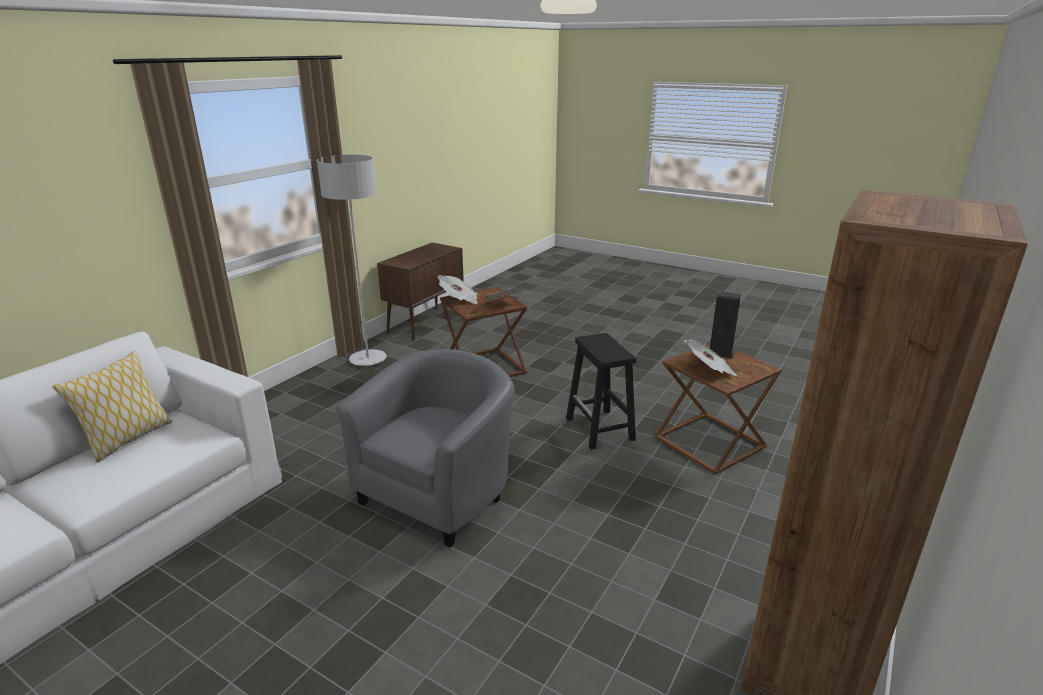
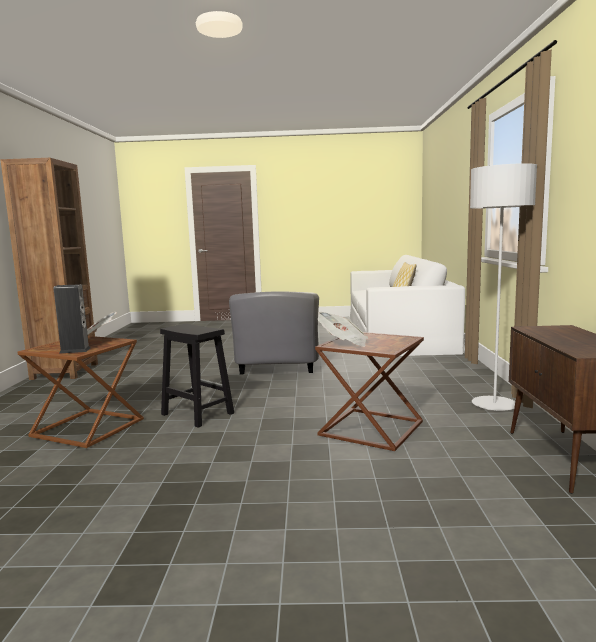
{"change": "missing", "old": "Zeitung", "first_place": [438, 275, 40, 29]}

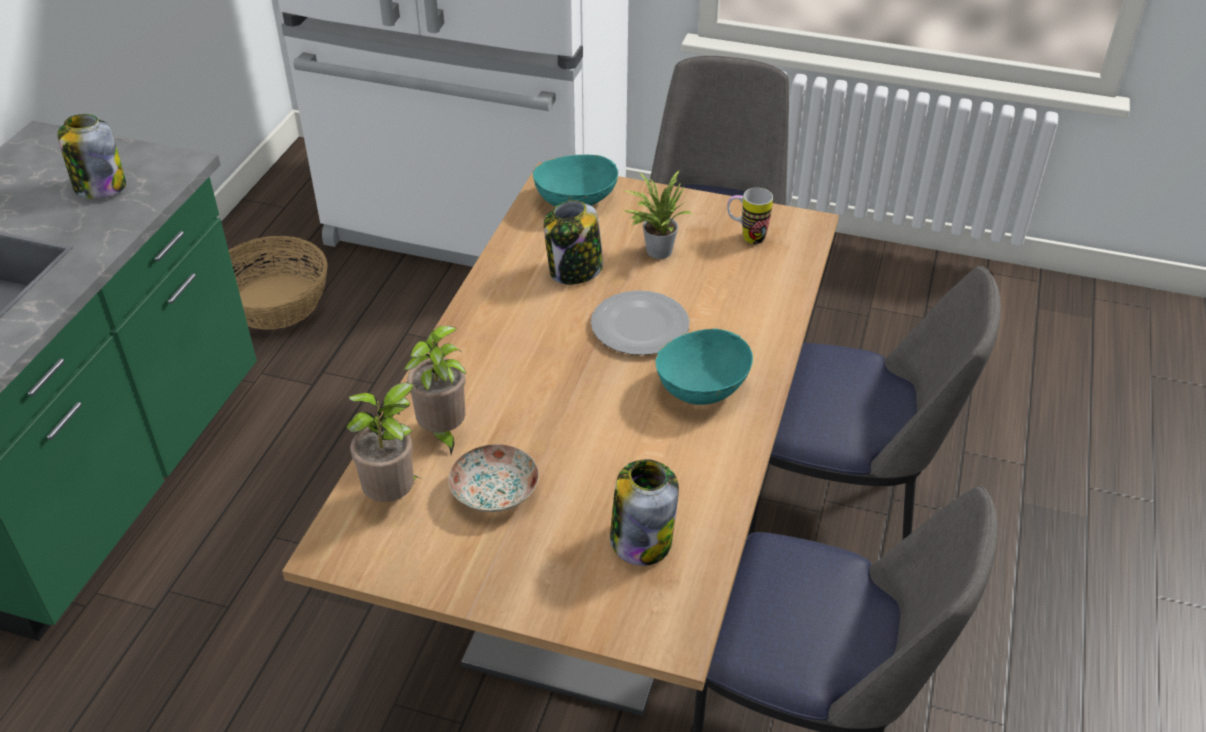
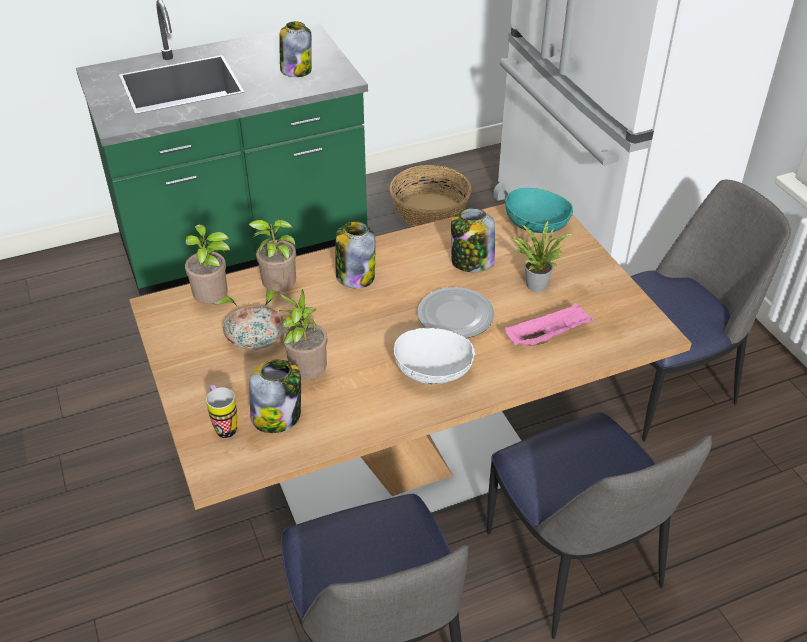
{"change": "relocated", "old": "Henkelbecher", "first_place": [727, 188, 46, 56], "second_place": [206, 385, 31, 53]}
{"change": "appeared", "new": "Topfpflanze", "second_place": [279, 289, 48, 91]}
{"change": "appeared", "new": "Vorratsglas", "second_place": [336, 221, 40, 67]}
{"change": "colour", "old": "Schüssel/türkis", "new": "Schüssel/weiß", "first_place": [655, 328, 98, 77], "second_place": [394, 327, 81, 57]}
{"change": "appeared", "new": "Tablett/rosa", "second_place": [505, 303, 90, 43]}

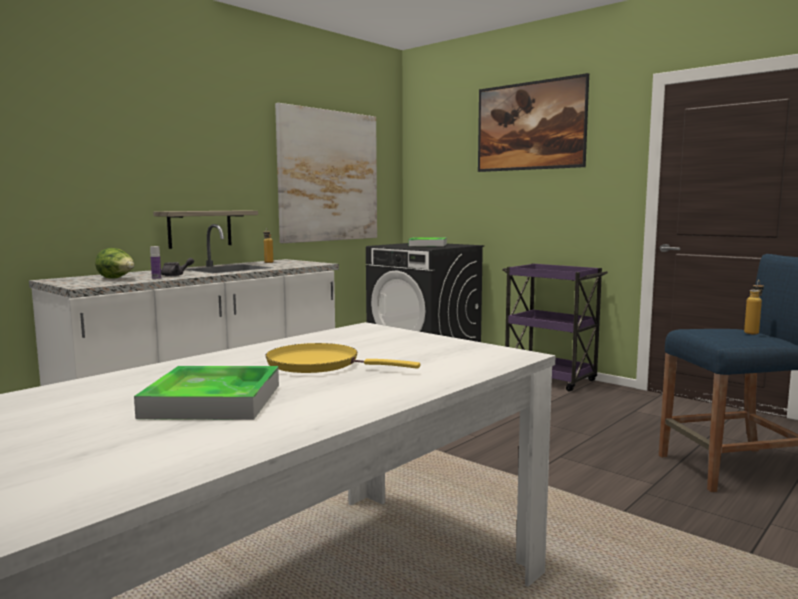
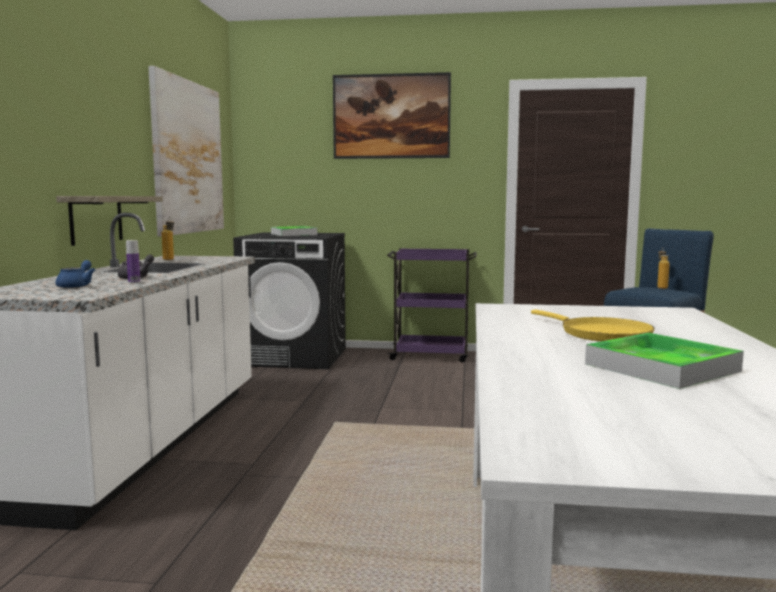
{"change": "exchanged", "old": "Salatkopf", "new": "Teekanne/blau", "first_place": [95, 248, 39, 31], "second_place": [55, 260, 40, 28]}
{"change": "spun", "old": "Pfanne/gelb", "first_place": [265, 343, 155, 30], "second_place": [531, 310, 124, 31], "degrees": -105}

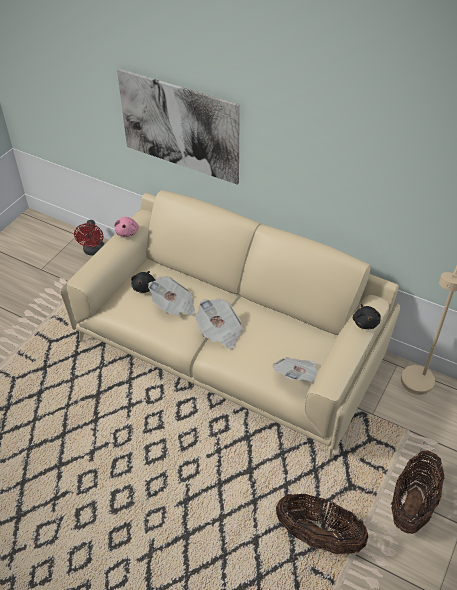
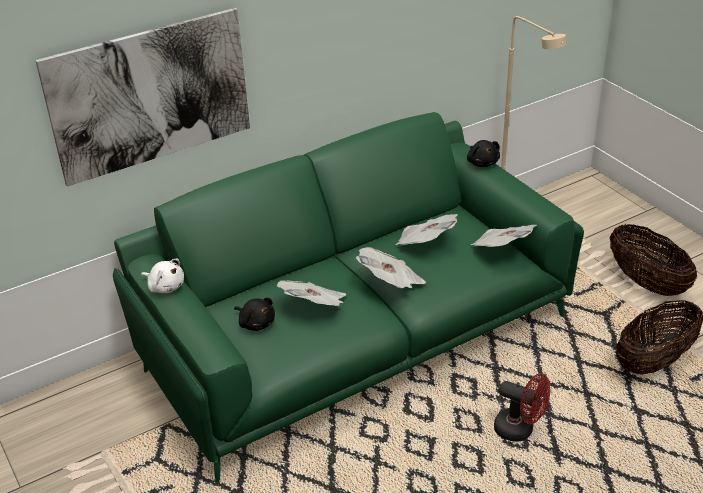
{"change": "colour", "old": "Sofa/beige", "new": "Sofa/grün", "first_place": [60, 190, 340, 270], "second_place": [113, 112, 471, 370]}
{"change": "colour", "old": "Plüschtier/rosa", "new": "Plüschtier/weiß", "first_place": [114, 217, 25, 20], "second_place": [141, 259, 43, 34]}
{"change": "appeared", "new": "Zeitung", "second_place": [396, 214, 62, 31]}
{"change": "spun", "old": "Plüschtier/schwarz", "first_place": [353, 304, 28, 25], "second_place": [467, 140, 33, 27], "degrees": 45}
{"change": "relocated", "old": "Ventilator/rot", "first_place": [74, 220, 30, 36], "second_place": [494, 373, 57, 69]}

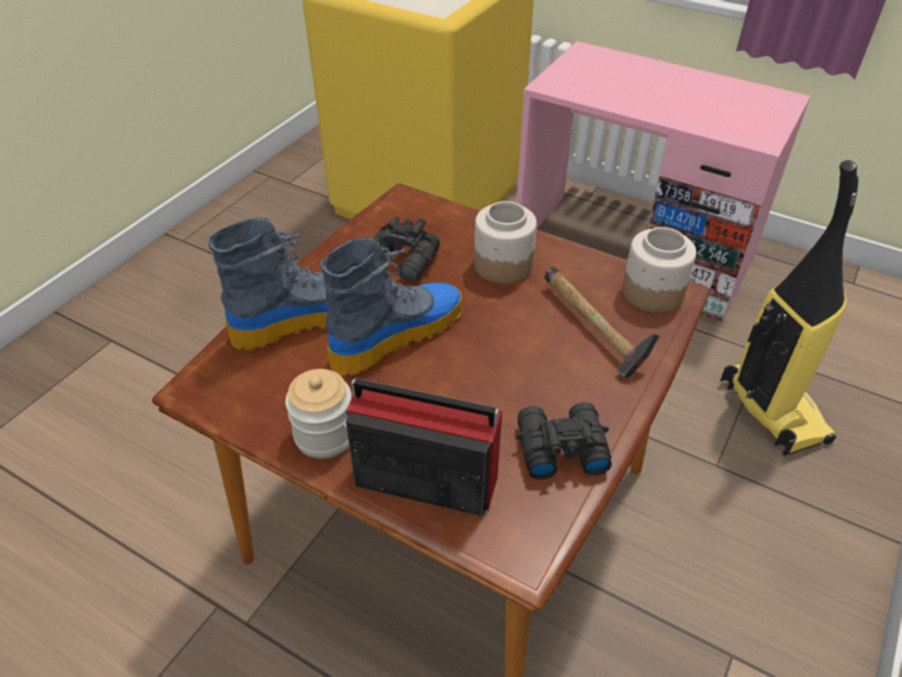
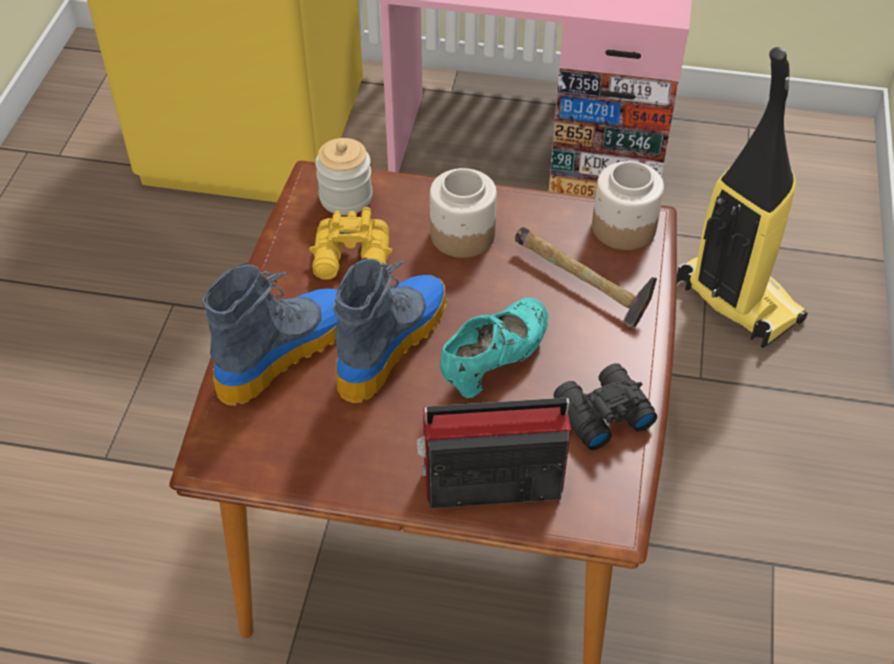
{"change": "colour", "old": "Fernglas/schwarz", "new": "Fernglas/gelb", "first_place": [373, 216, 67, 66], "second_place": [309, 207, 83, 73]}
{"change": "relocated", "old": "Vorratsglas", "first_place": [285, 369, 67, 90], "second_place": [315, 138, 58, 77]}
{"change": "appeared", "new": "Schuh/türkis", "second_place": [440, 298, 109, 100]}

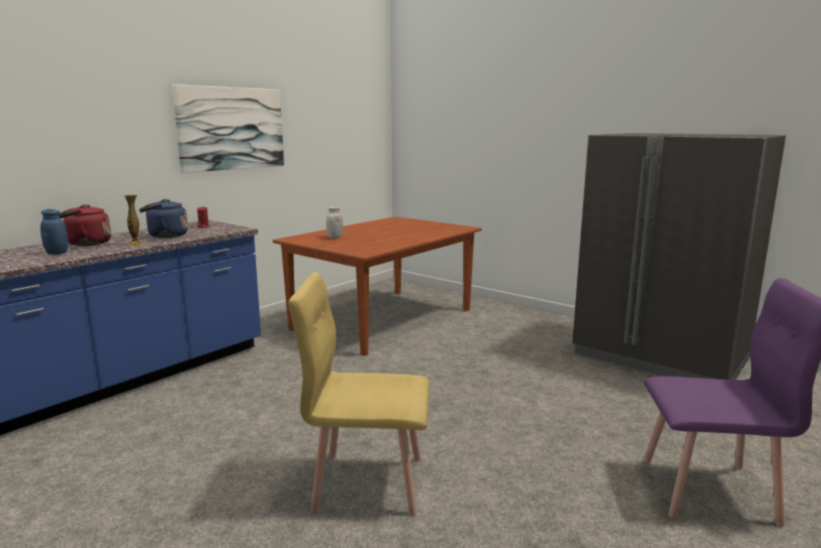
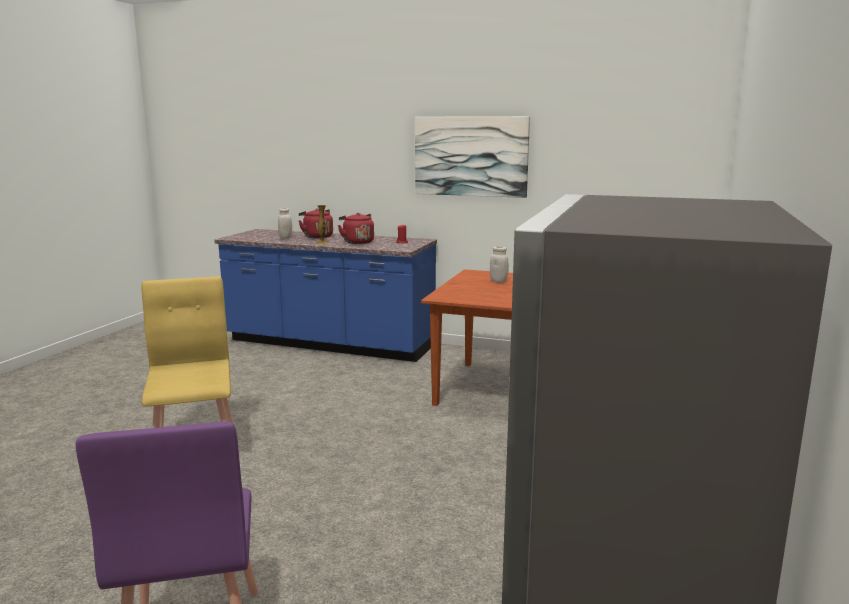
{"change": "colour", "old": "Vorratsglas/blau", "new": "Vorratsglas/weiß", "first_place": [40, 209, 28, 46], "second_place": [278, 208, 14, 31]}
{"change": "colour", "old": "Wasserkessel/blau", "new": "Wasserkessel/rot", "first_place": [139, 199, 49, 39], "second_place": [338, 213, 36, 31]}

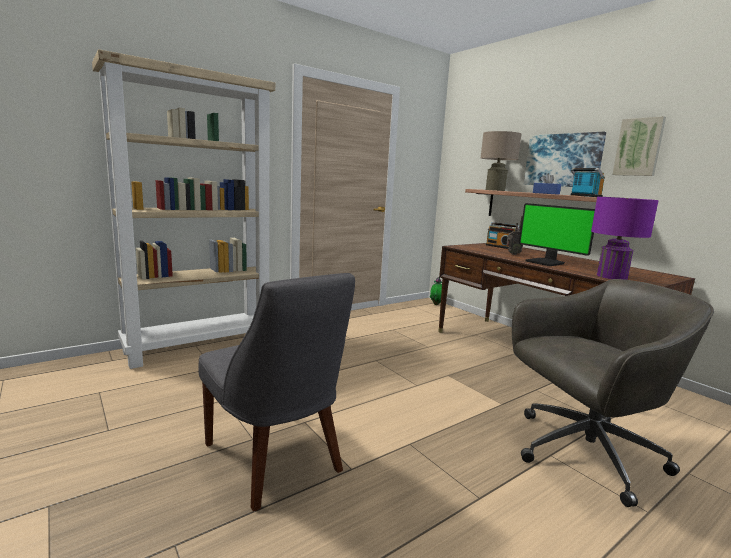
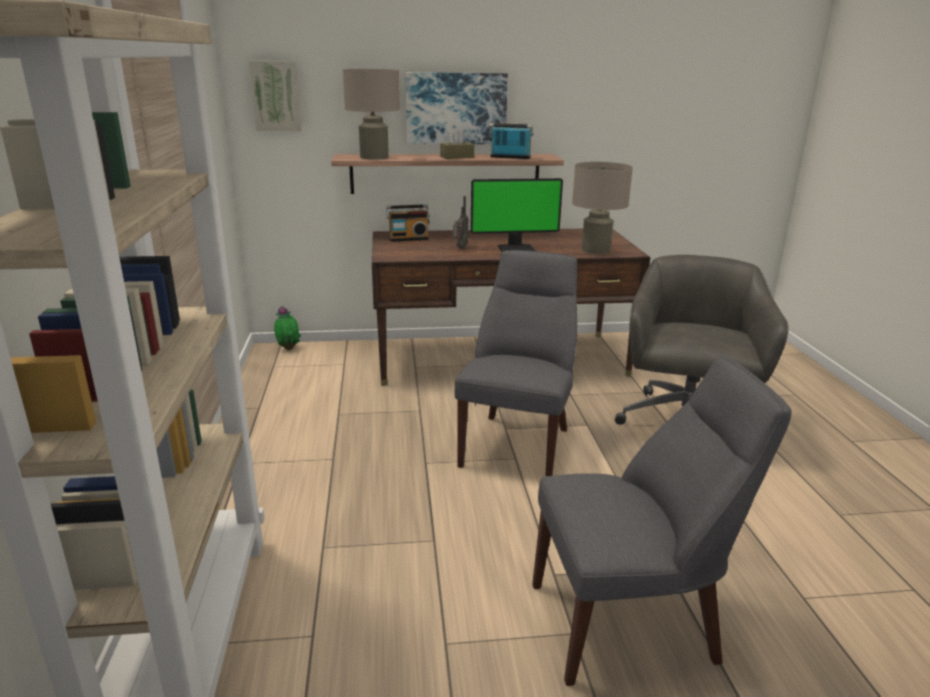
{"change": "relocated", "old": "Bild", "first_place": [612, 116, 54, 60], "second_place": [249, 61, 53, 70]}
{"change": "colour", "old": "Taschentuchbox/blau", "new": "Taschentuchbox/braun", "first_place": [533, 173, 28, 21], "second_place": [440, 130, 34, 29]}
{"change": "appeared", "new": "Stuhl/grau", "second_place": [455, 250, 122, 226]}
{"change": "colour", "old": "Tischlampe/lila", "new": "Tischlampe/beige", "first_place": [591, 197, 68, 83], "second_place": [572, 162, 61, 92]}

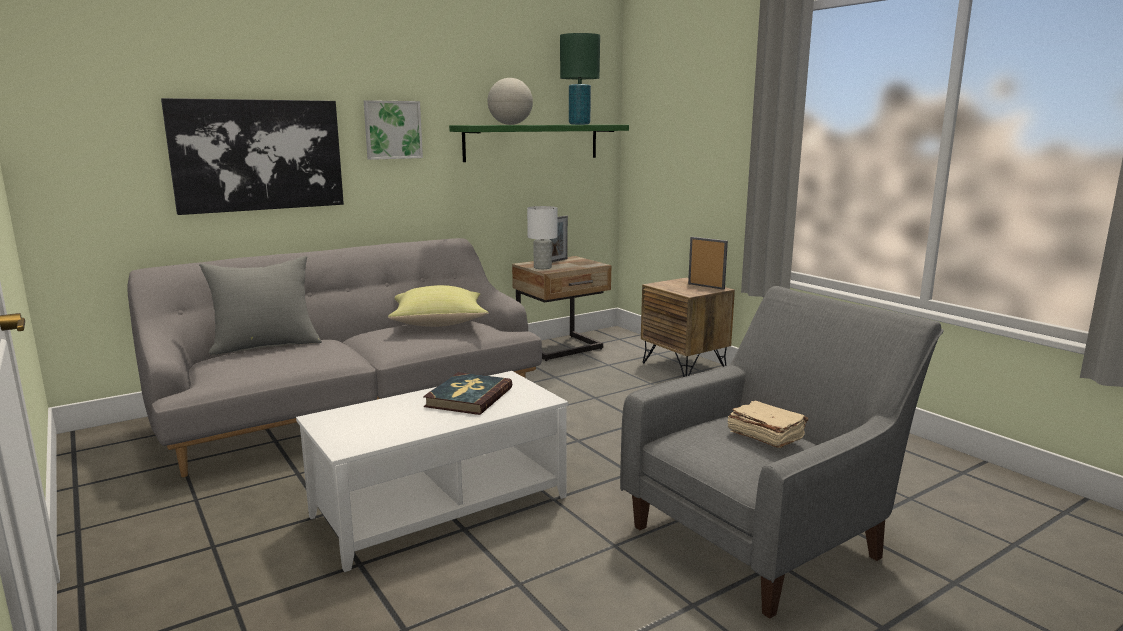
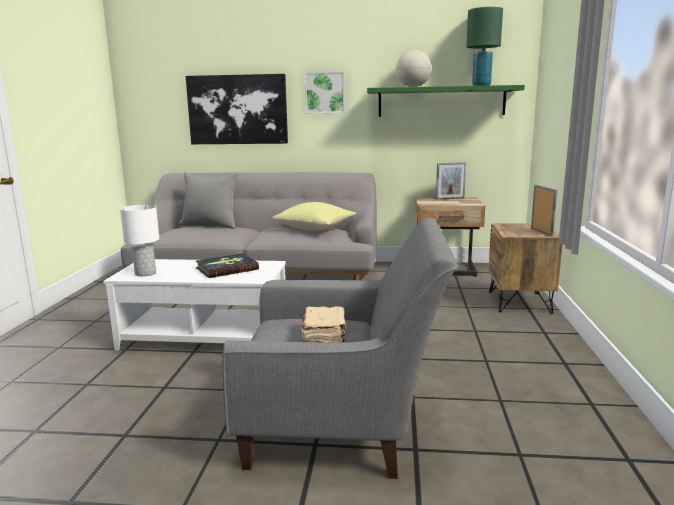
{"change": "relocated", "old": "Tischlampe/weiß", "first_place": [527, 206, 31, 63], "second_place": [120, 205, 40, 71]}

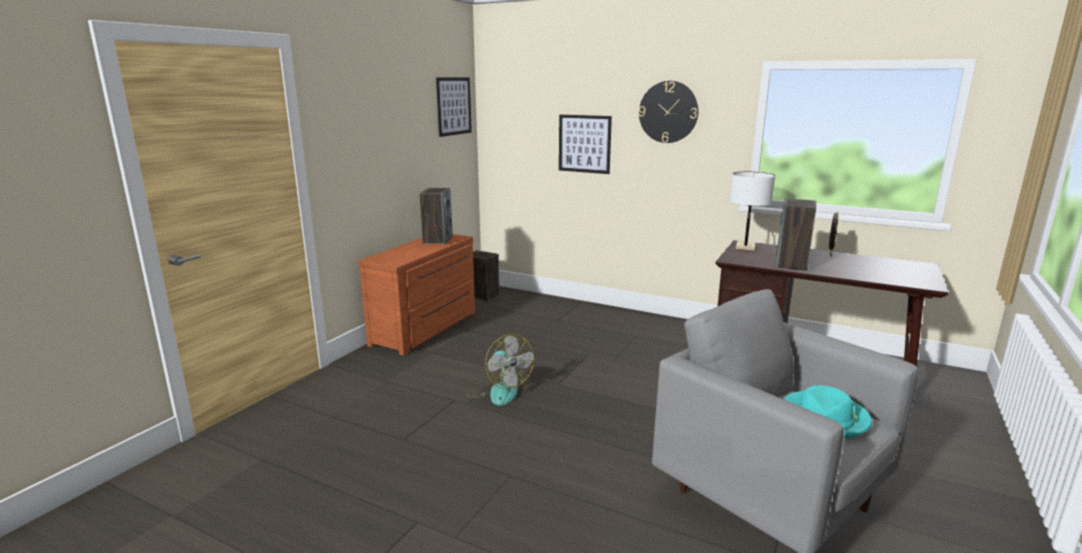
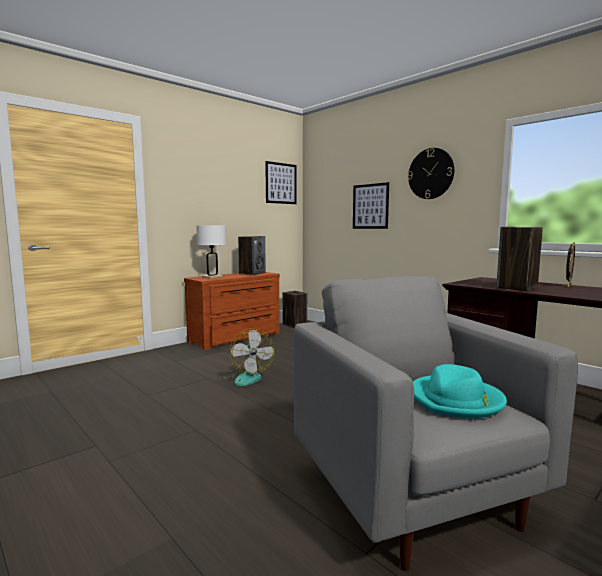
{"change": "relocated", "old": "Tischlampe/weiß", "first_place": [729, 171, 47, 80], "second_place": [196, 226, 30, 52]}

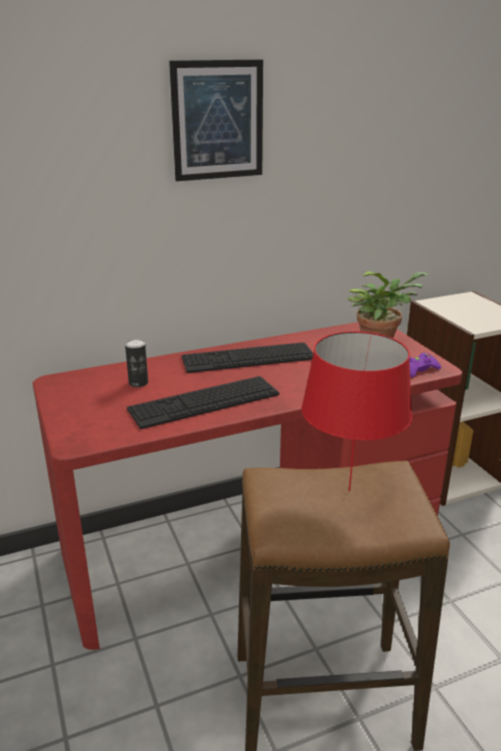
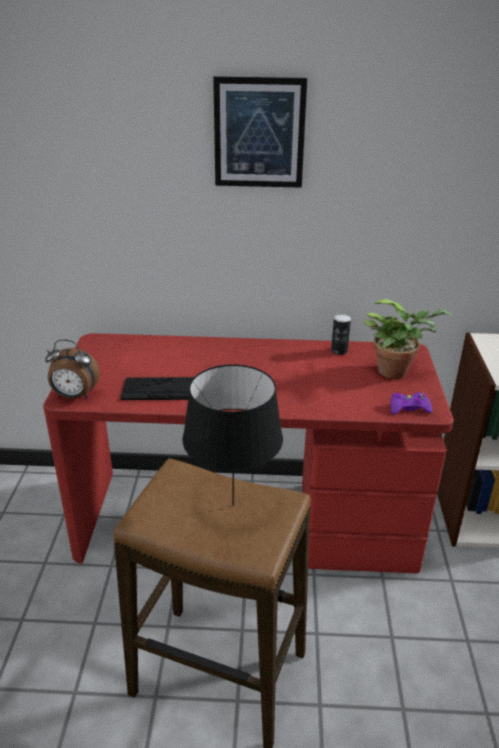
{"change": "appeared", "new": "Wecker", "second_place": [45, 339, 55, 60]}
{"change": "colour", "old": "Tischlampe/rot", "new": "Tischlampe/schwarz", "first_place": [301, 331, 112, 161], "second_place": [182, 364, 101, 142]}
{"change": "relocated", "old": "Dose", "first_place": [125, 339, 23, 48], "second_place": [331, 314, 20, 41]}
{"change": "missing", "old": "Tastatur", "first_place": [181, 342, 132, 31]}

